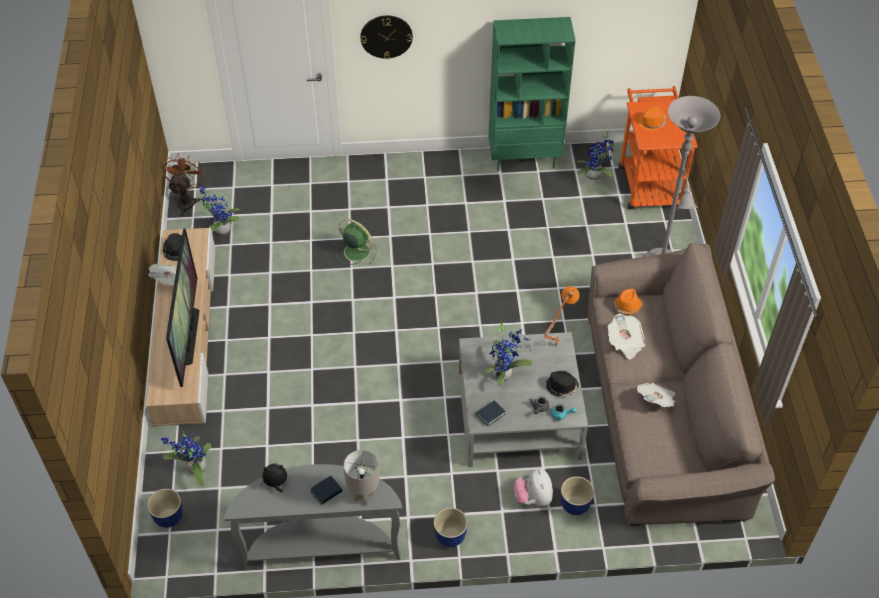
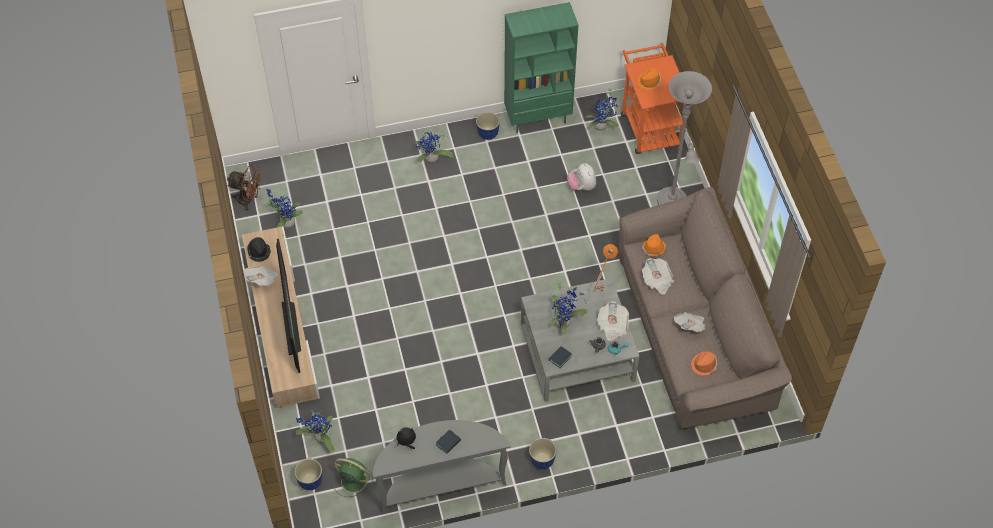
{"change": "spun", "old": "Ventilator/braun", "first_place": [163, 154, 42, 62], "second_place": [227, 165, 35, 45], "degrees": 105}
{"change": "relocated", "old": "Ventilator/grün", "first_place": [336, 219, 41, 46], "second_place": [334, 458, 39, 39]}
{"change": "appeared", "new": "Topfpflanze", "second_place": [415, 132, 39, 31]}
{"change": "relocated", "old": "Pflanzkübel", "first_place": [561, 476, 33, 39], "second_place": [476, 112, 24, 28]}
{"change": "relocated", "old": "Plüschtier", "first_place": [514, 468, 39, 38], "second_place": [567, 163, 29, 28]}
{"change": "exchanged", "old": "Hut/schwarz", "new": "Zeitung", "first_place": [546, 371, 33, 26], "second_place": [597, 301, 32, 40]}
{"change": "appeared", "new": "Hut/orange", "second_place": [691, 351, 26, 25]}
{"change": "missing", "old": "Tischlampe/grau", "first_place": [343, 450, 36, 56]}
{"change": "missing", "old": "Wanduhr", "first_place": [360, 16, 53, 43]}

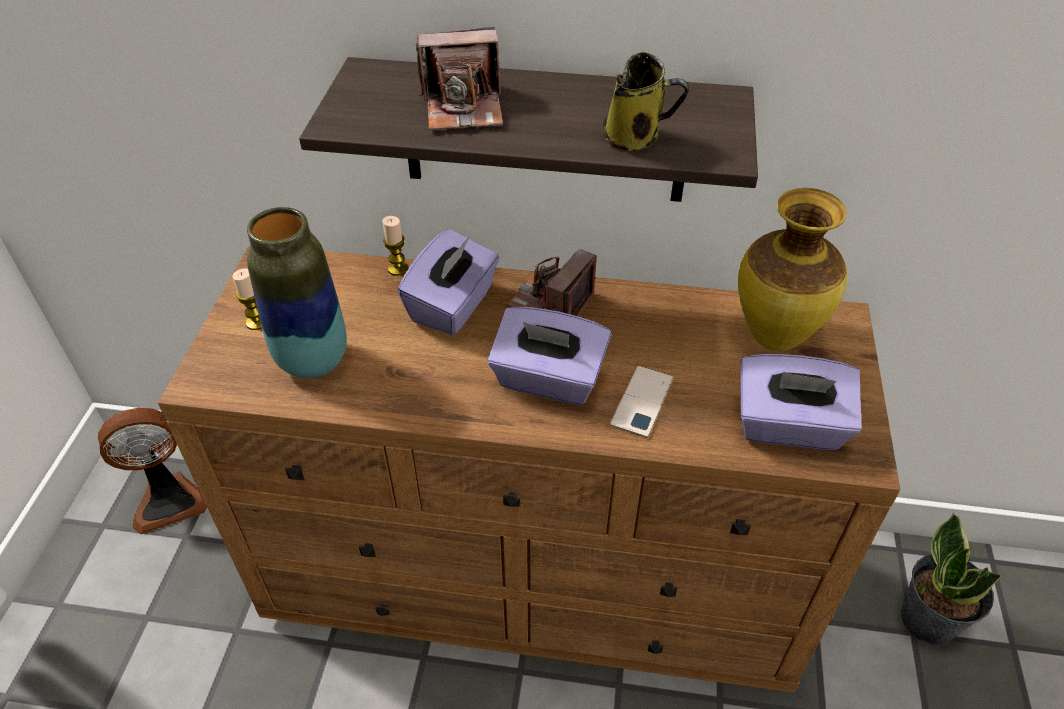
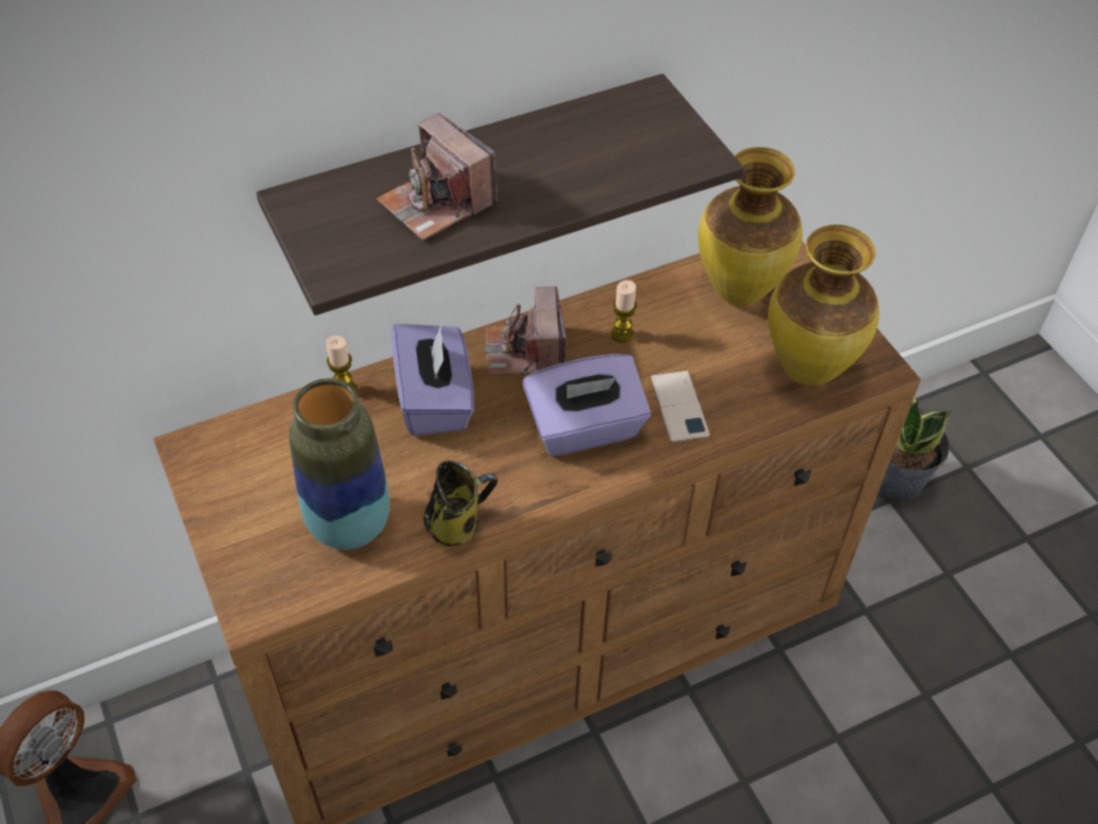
{"change": "spun", "old": "Kamera", "first_place": [416, 27, 87, 103], "second_place": [377, 113, 121, 128], "degrees": 90}
{"change": "relocated", "old": "Henkelbecher", "first_place": [603, 52, 86, 99], "second_place": [423, 460, 75, 86]}
{"change": "relocated", "old": "Kerze", "first_place": [232, 268, 30, 62], "second_place": [611, 280, 26, 63]}
{"change": "exchanged", "old": "Taschentuchbox/lila", "new": "Vase", "first_place": [740, 354, 121, 96], "second_place": [768, 225, 112, 161]}

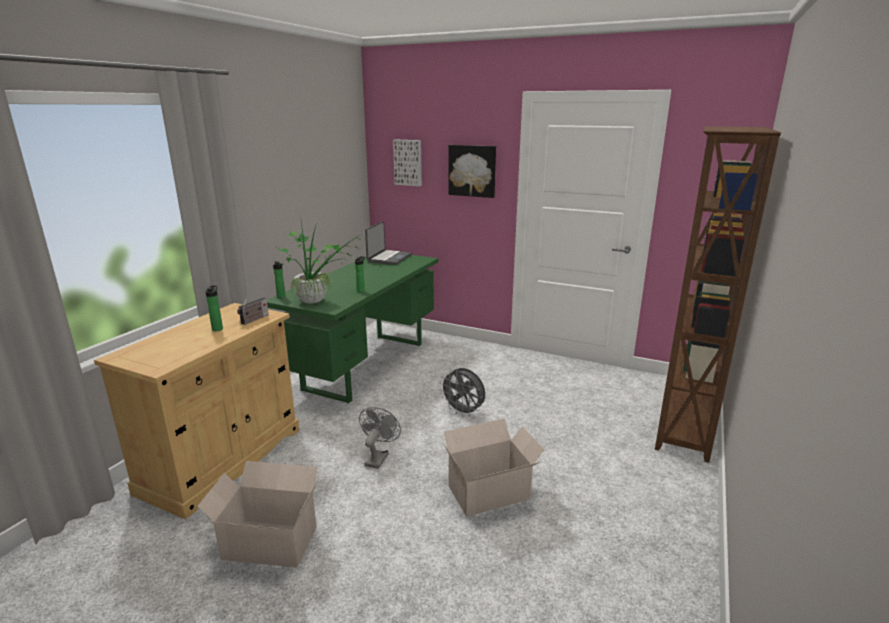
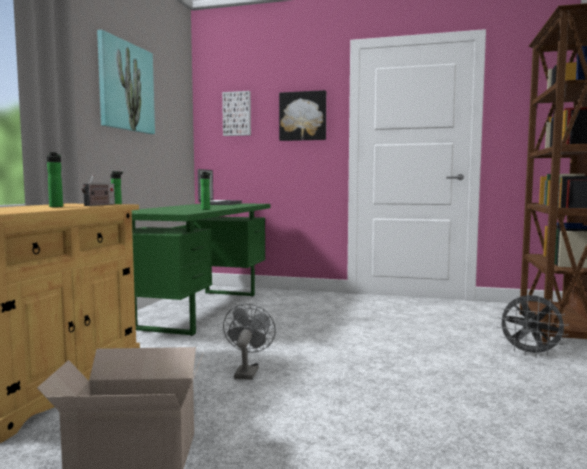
{"change": "appeared", "new": "Bild", "second_place": [97, 30, 58, 104]}
{"change": "relocated", "old": "Ventilator/grau", "first_place": [440, 368, 45, 49], "second_place": [497, 294, 72, 63]}
{"change": "missing", "old": "Topfpflanze", "first_place": [277, 214, 86, 90]}
{"change": "missing", "old": "Karton", "first_place": [442, 419, 102, 98]}

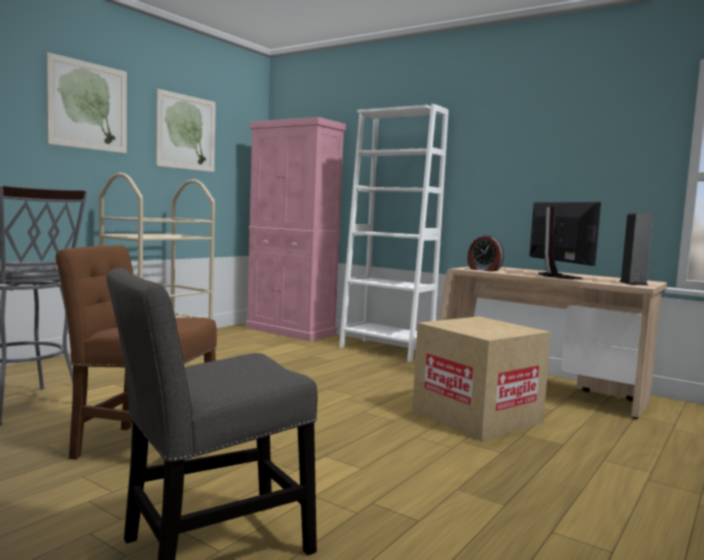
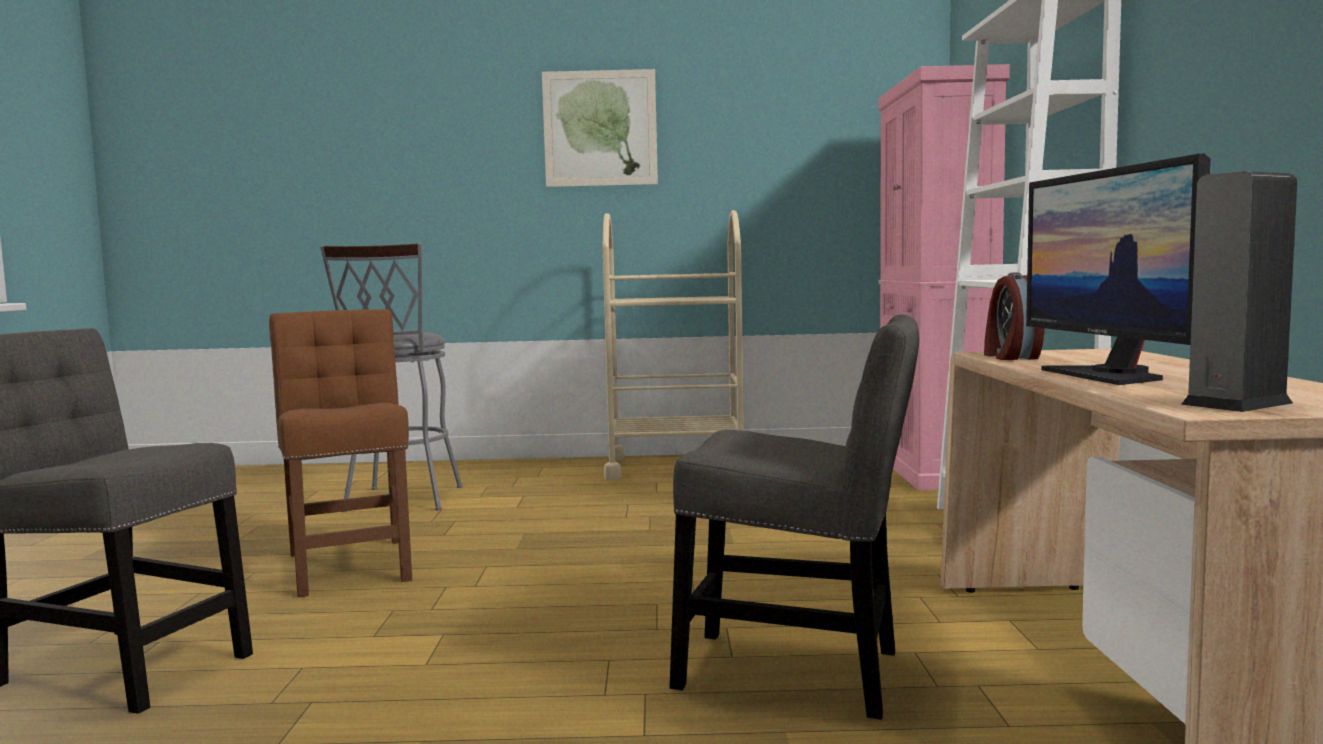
{"change": "exchanged", "old": "Karton", "new": "Stuhl/grau", "first_place": [412, 316, 139, 125], "second_place": [670, 314, 249, 406]}
{"change": "spun", "old": "Monitor", "first_place": [529, 202, 72, 77], "second_place": [1026, 154, 184, 231], "degrees": 135}
{"change": "missing", "old": "Bild", "first_place": [156, 89, 60, 83]}

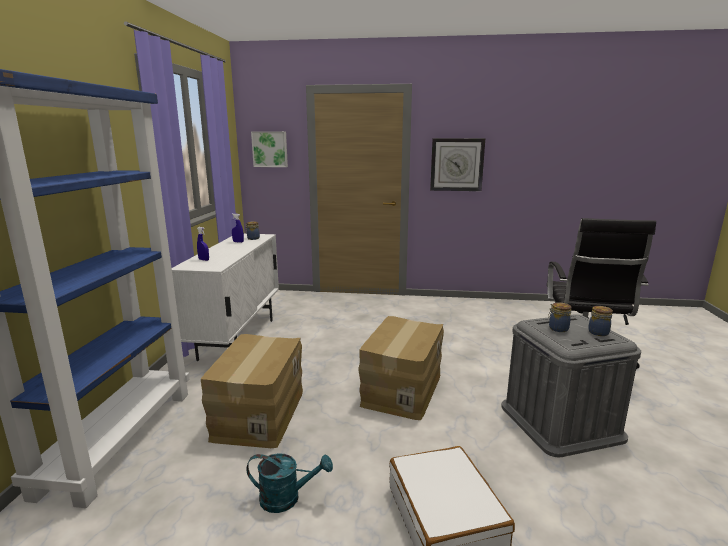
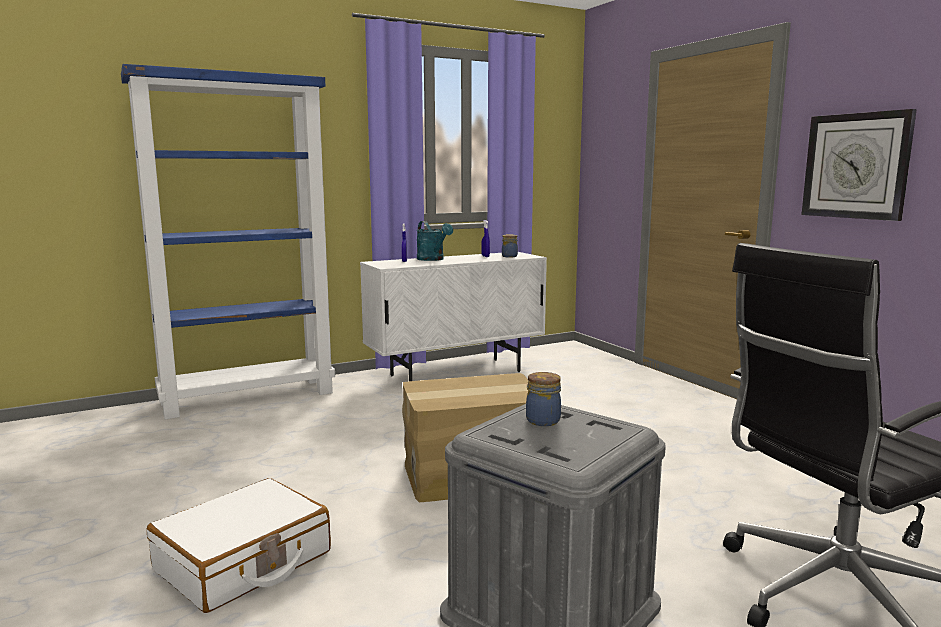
{"change": "relocated", "old": "Gießkanne/türkis", "first_place": [246, 453, 87, 60], "second_place": [417, 221, 36, 40]}
{"change": "missing", "old": "Karton", "first_place": [201, 334, 102, 114]}
{"change": "missing", "old": "Bild", "first_place": [251, 131, 37, 36]}
{"change": "missing", "old": "Vorratsglas", "first_place": [588, 306, 25, 30]}

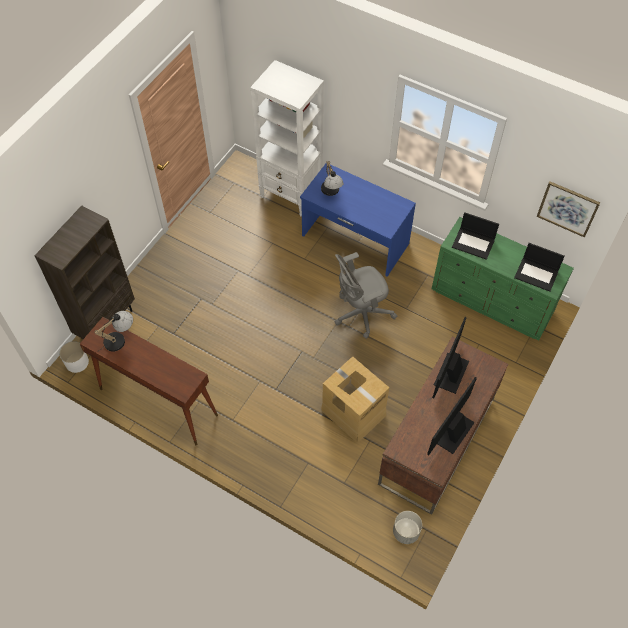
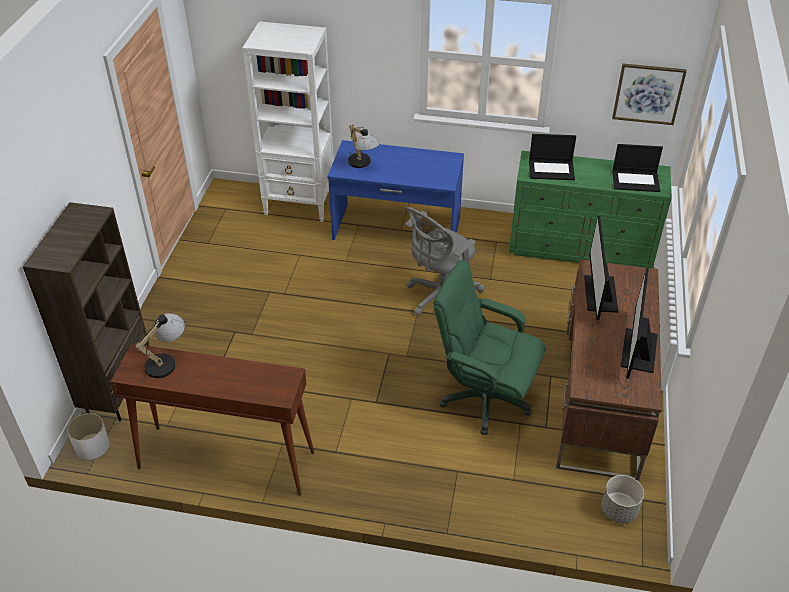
{"change": "exchanged", "old": "Karton", "new": "Bürostuhl/grün", "first_place": [321, 356, 68, 87], "second_place": [434, 260, 112, 175]}

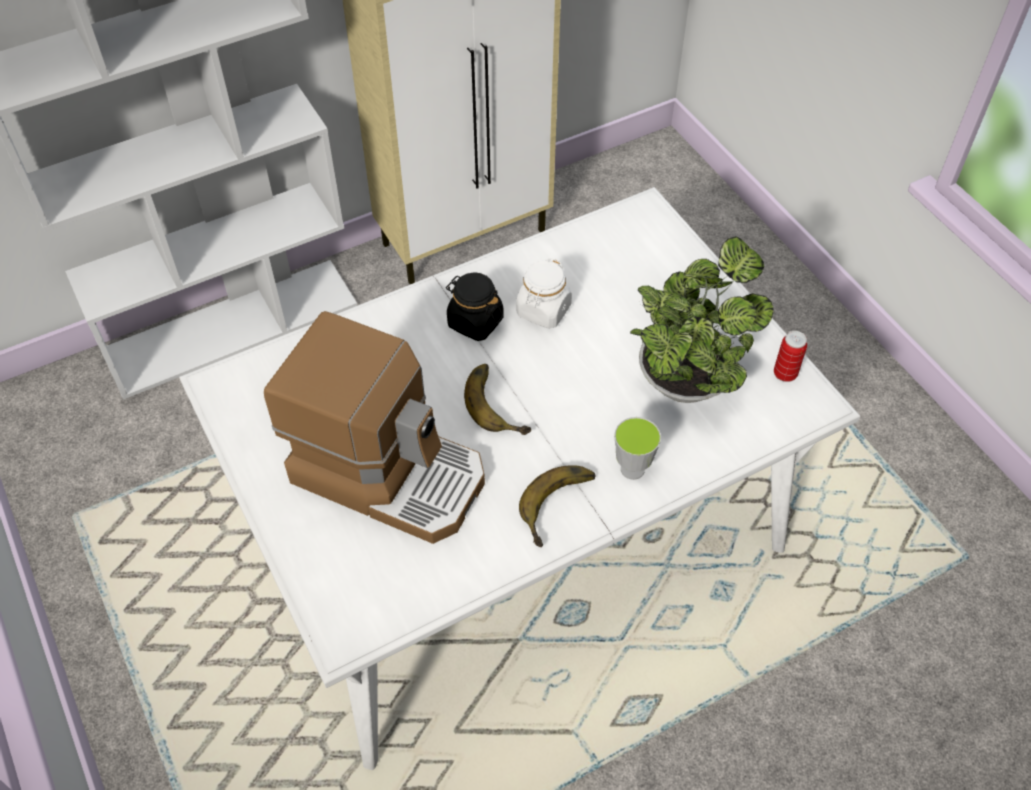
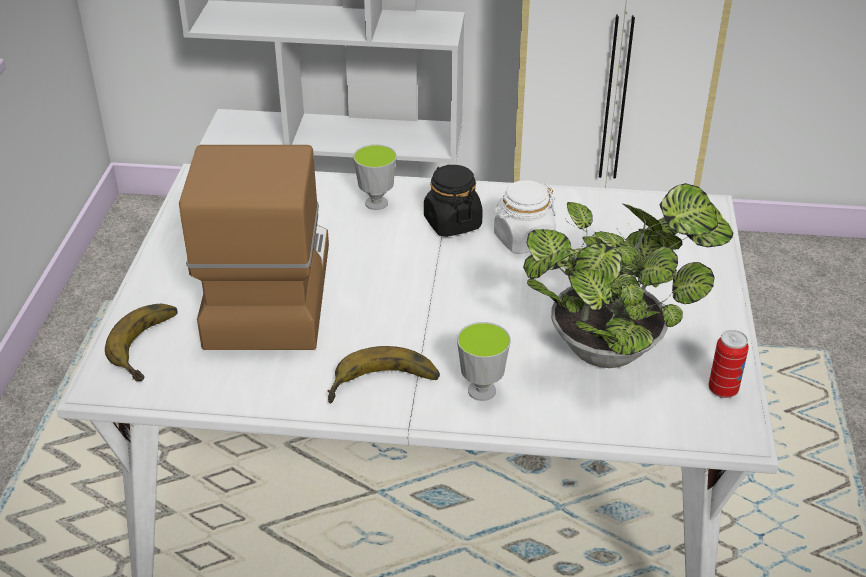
{"change": "relocated", "old": "Banane", "first_place": [464, 364, 67, 71], "second_place": [105, 304, 73, 77]}
{"change": "spun", "old": "Kaffeemaschine", "first_place": [264, 311, 221, 233], "second_place": [179, 145, 150, 205], "degrees": -150}
{"change": "appeared", "new": "Tasse", "second_place": [353, 144, 44, 66]}

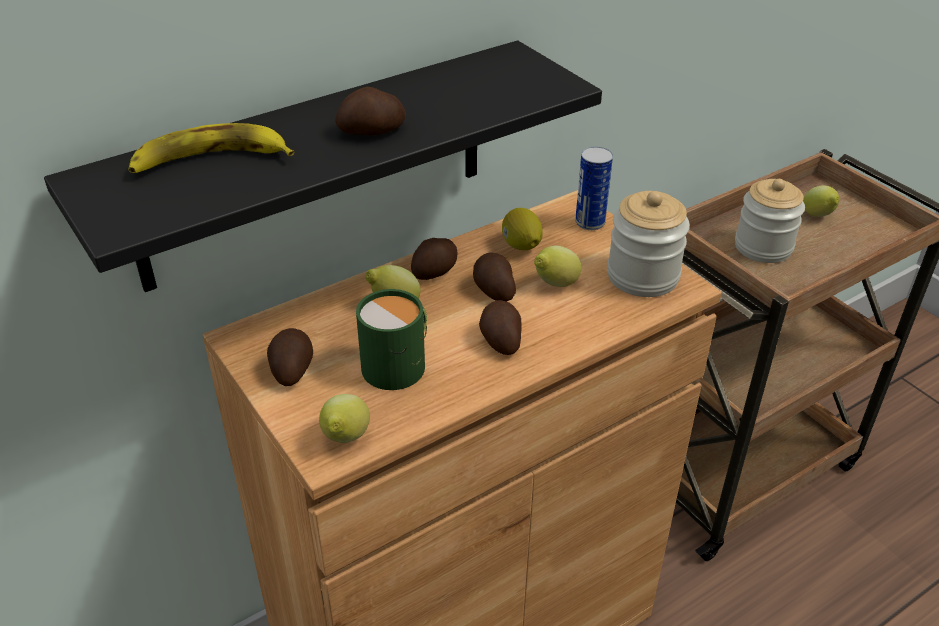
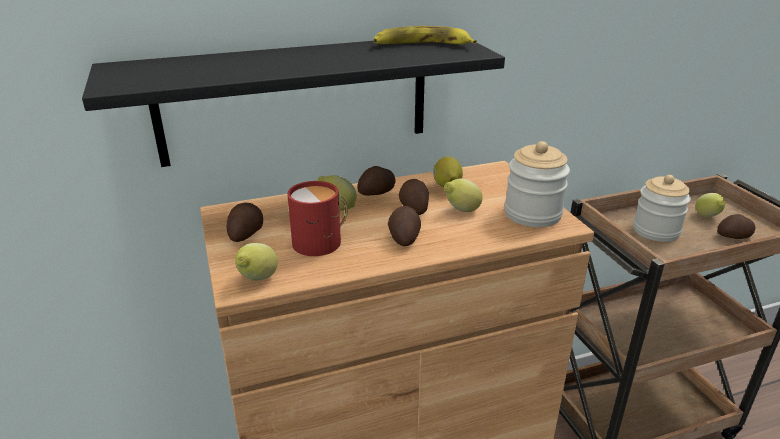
{"change": "colour", "old": "Henkelbecher/grün", "new": "Henkelbecher/rot", "first_place": [356, 289, 71, 101], "second_place": [287, 181, 61, 75]}
{"change": "relocated", "old": "Banane", "first_place": [129, 123, 165, 50], "second_place": [373, 26, 104, 19]}
{"change": "relocated", "old": "Kartoffel", "first_place": [335, 87, 71, 48], "second_place": [717, 214, 38, 25]}
{"change": "missing", "old": "Dose", "first_place": [575, 147, 38, 83]}

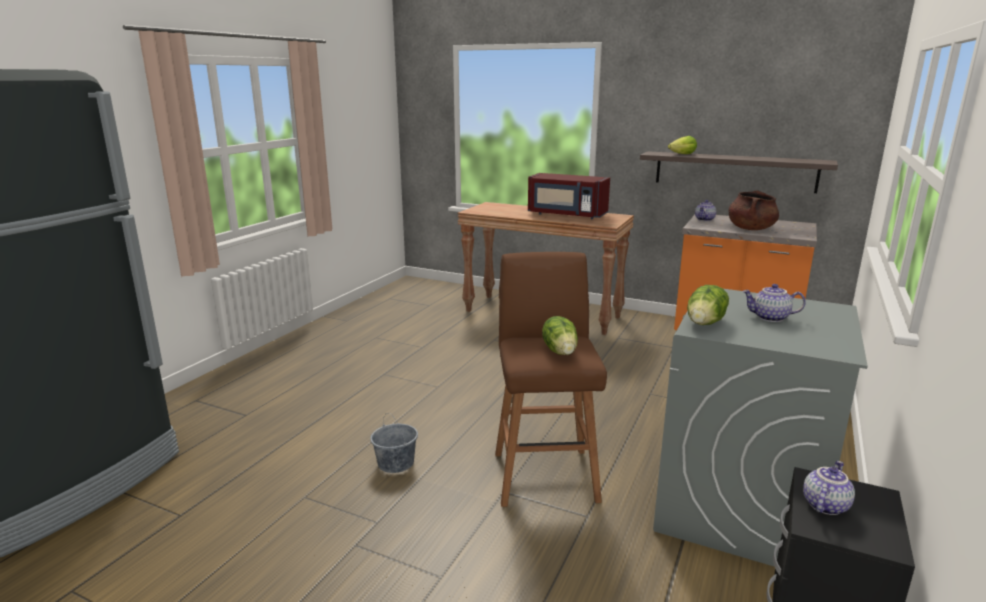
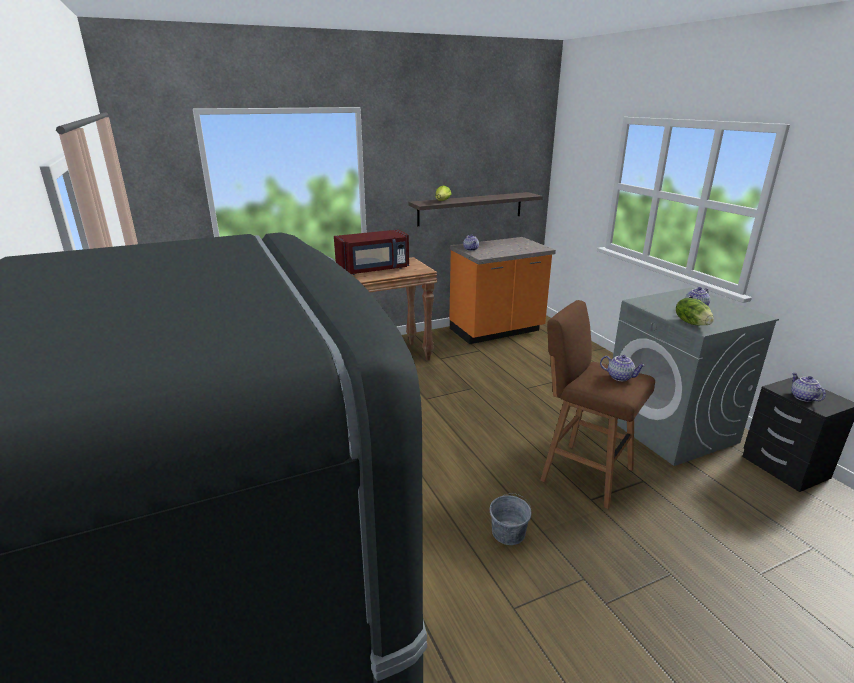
{"change": "exchanged", "old": "Salatkopf", "new": "Teekanne", "first_place": [542, 316, 36, 39], "second_place": [600, 355, 46, 26]}
{"change": "missing", "old": "Kochtopf/braun", "first_place": [728, 190, 51, 40]}

